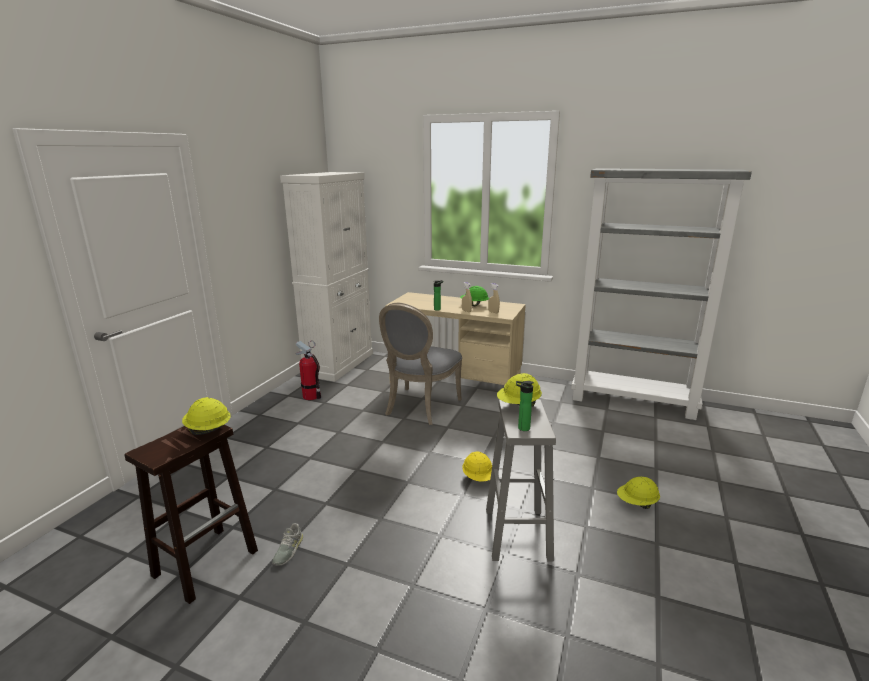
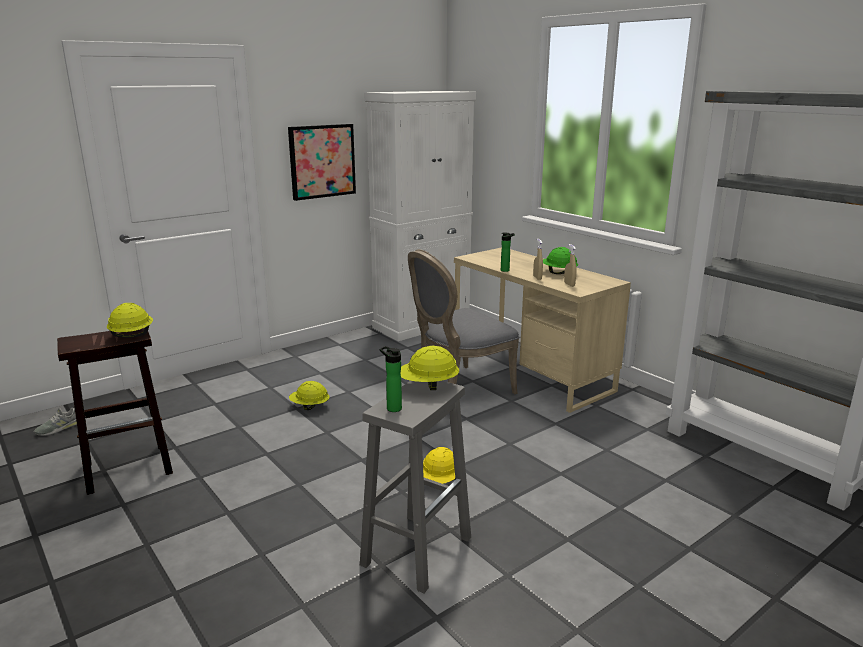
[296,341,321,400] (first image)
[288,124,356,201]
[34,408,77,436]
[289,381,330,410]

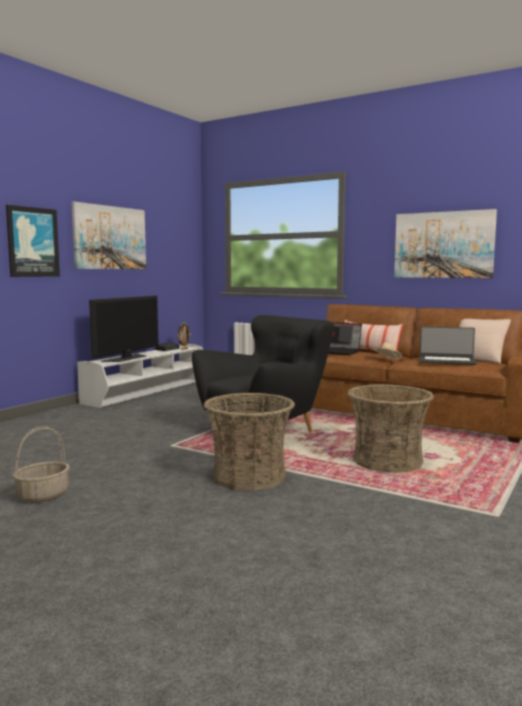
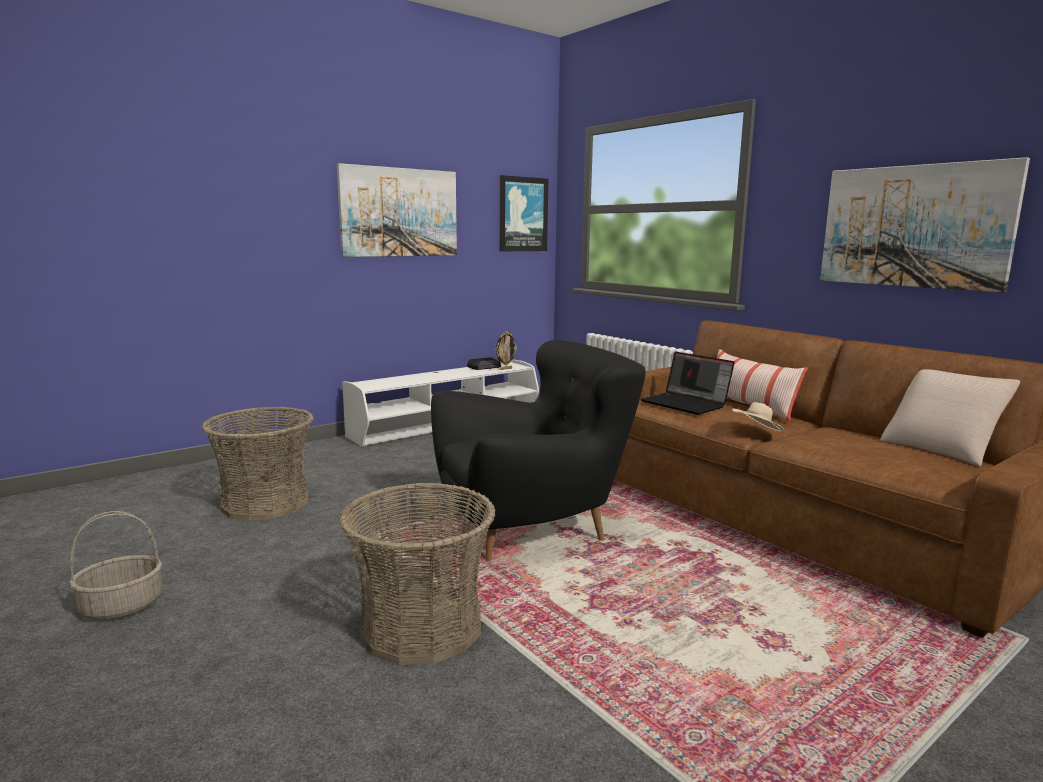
[89,296,159,362] (first image)
[420,326,477,365] (first image)
[500,175,548,251]
[202,407,314,521]

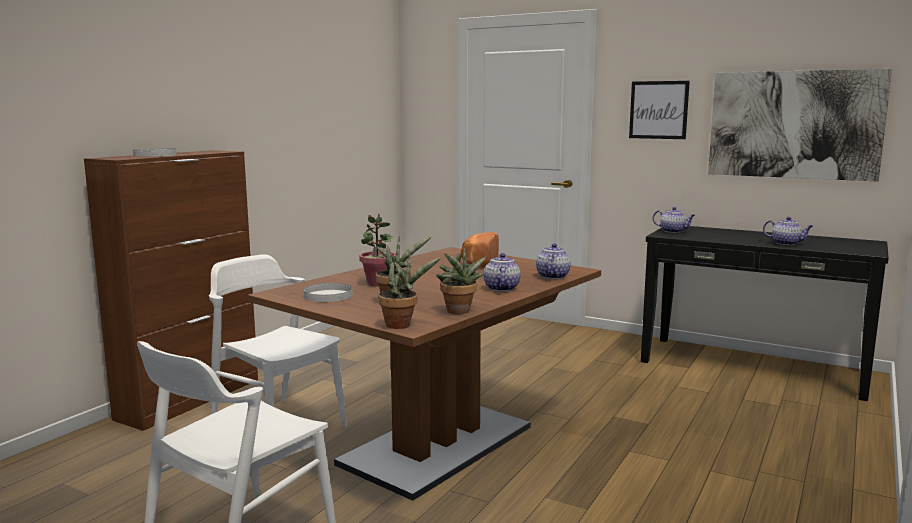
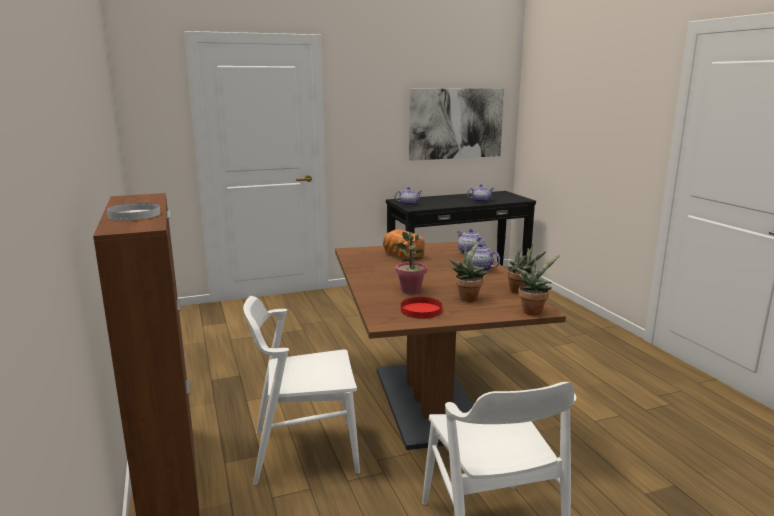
[629,81,690,139] (first image)
[401,297,442,319]

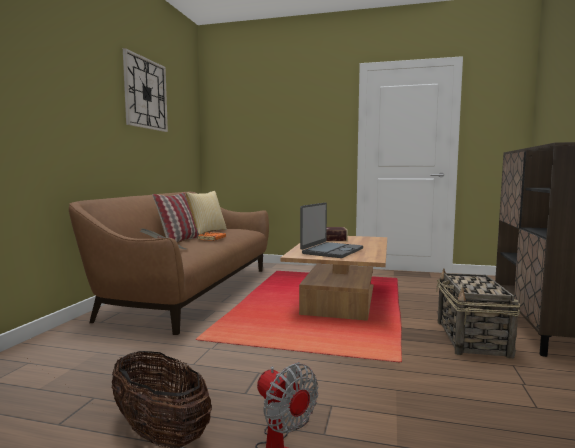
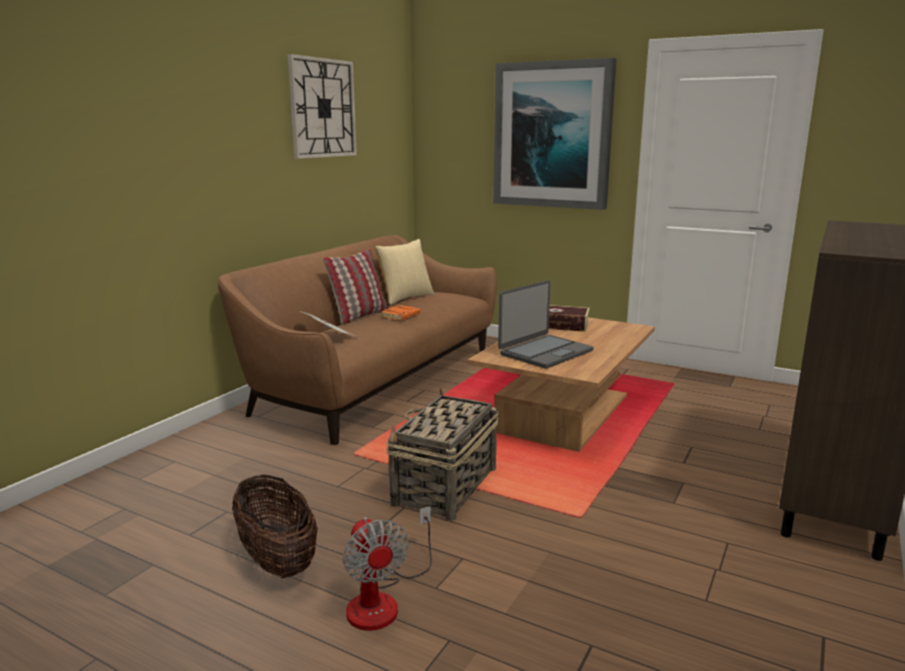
[493,58,617,210]
[386,388,499,521]

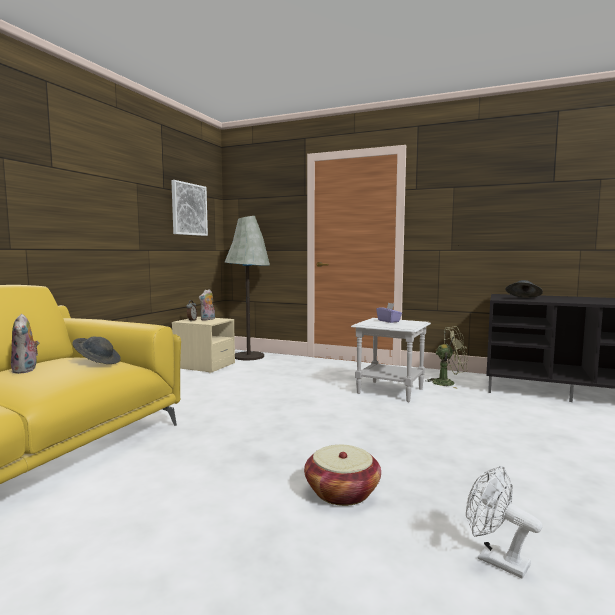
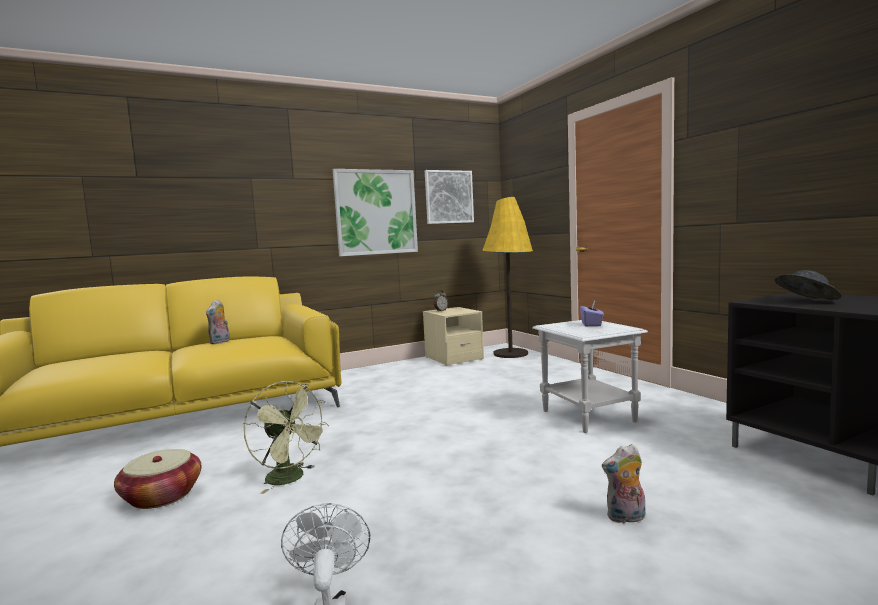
[72,337,121,364] (first image)
[333,169,418,256]
[602,444,645,524]
[114,449,202,509]
[244,381,329,494]
[483,197,533,358]

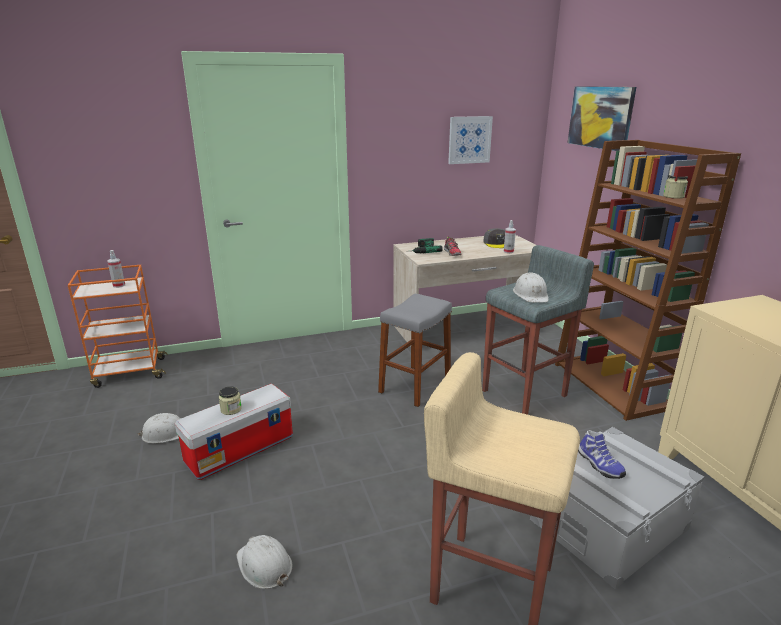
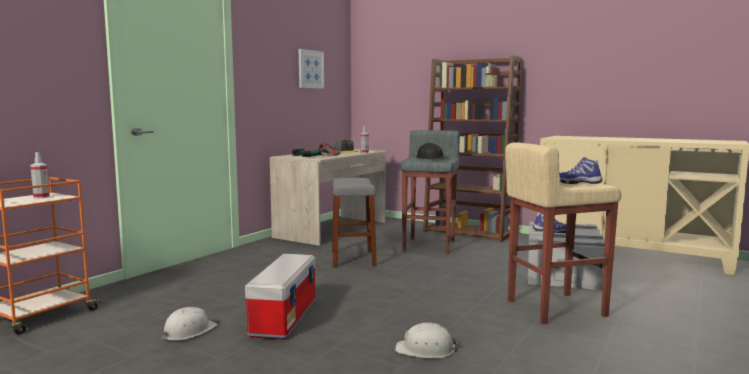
[219,386,242,415] (first image)
[568,86,636,151] (first image)
[560,157,602,184]
[416,143,447,160]

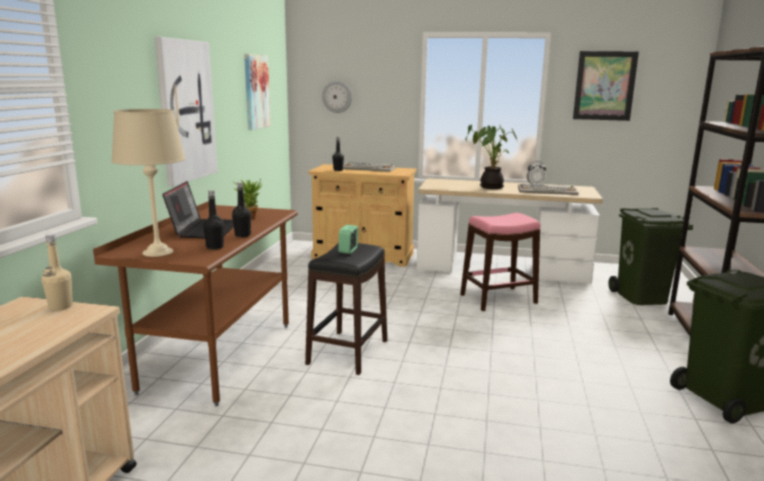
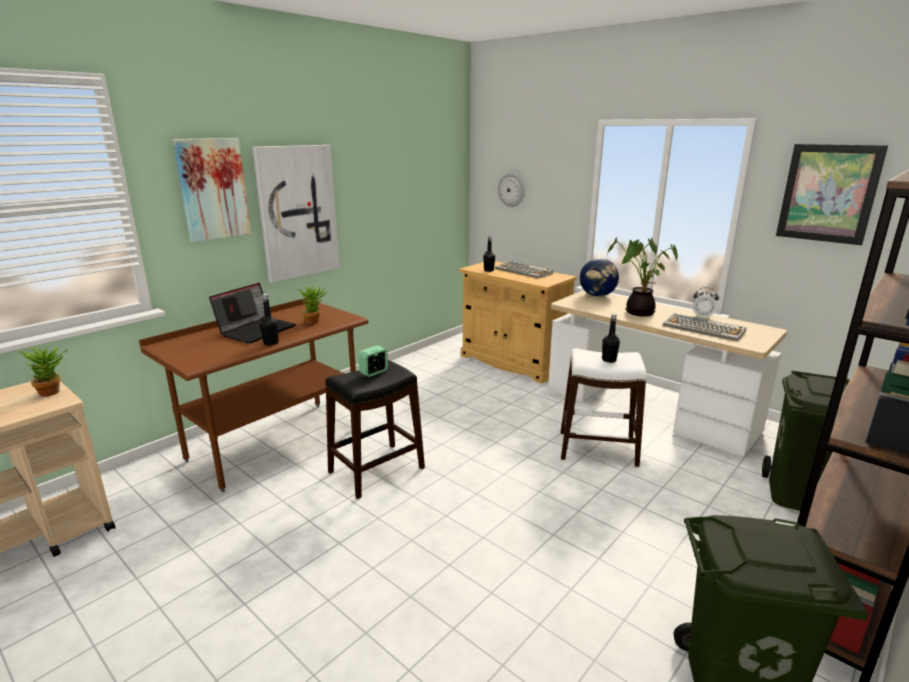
[111,109,185,257] (first image)
[580,258,619,297]
[602,314,620,363]
[173,138,251,242]
[20,346,68,397]
[561,348,647,467]

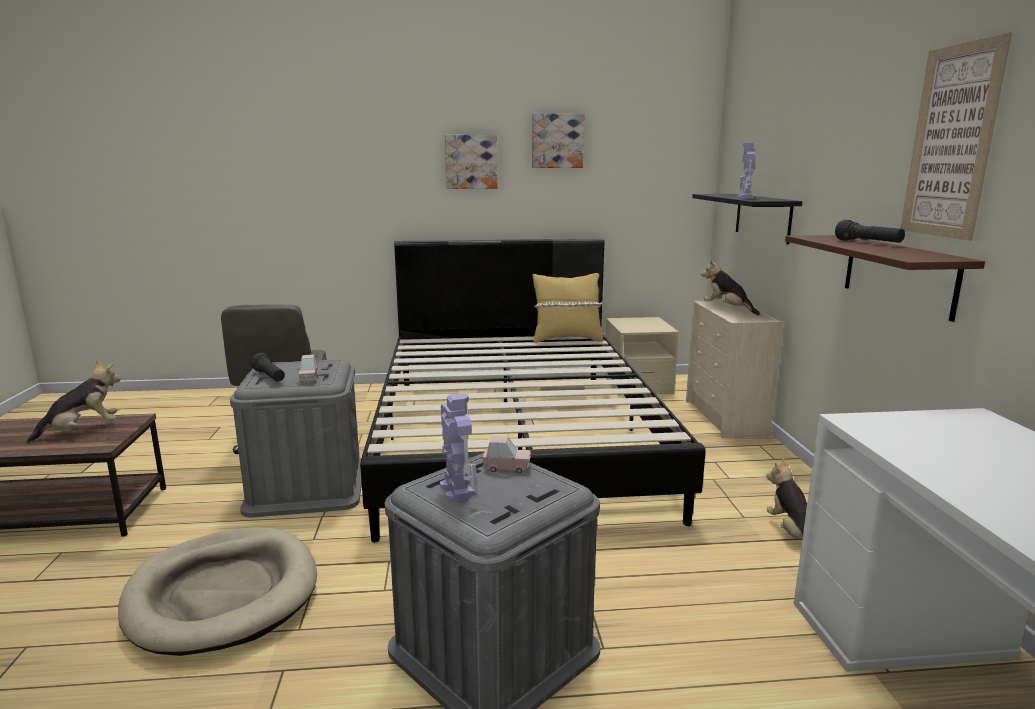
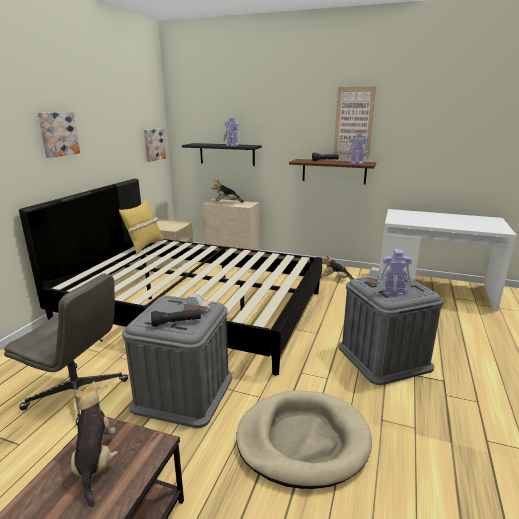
[347,133,369,164]
[144,128,166,162]

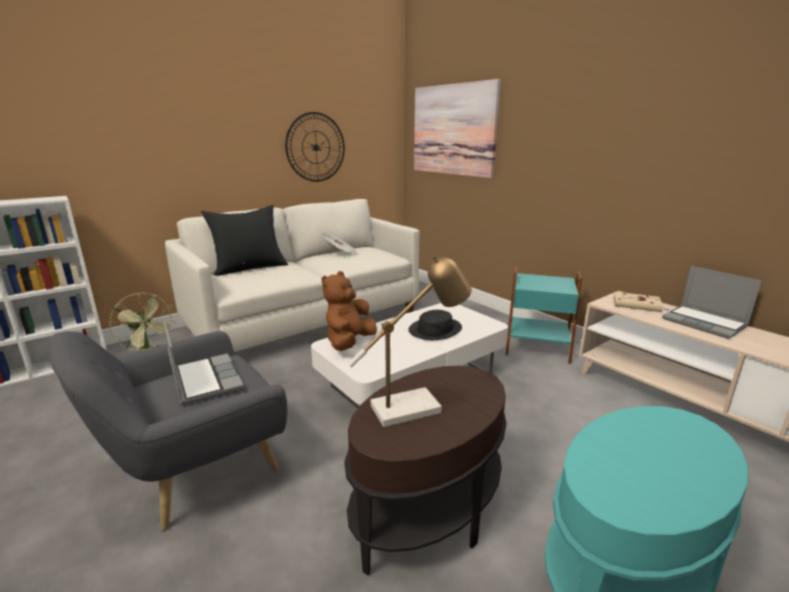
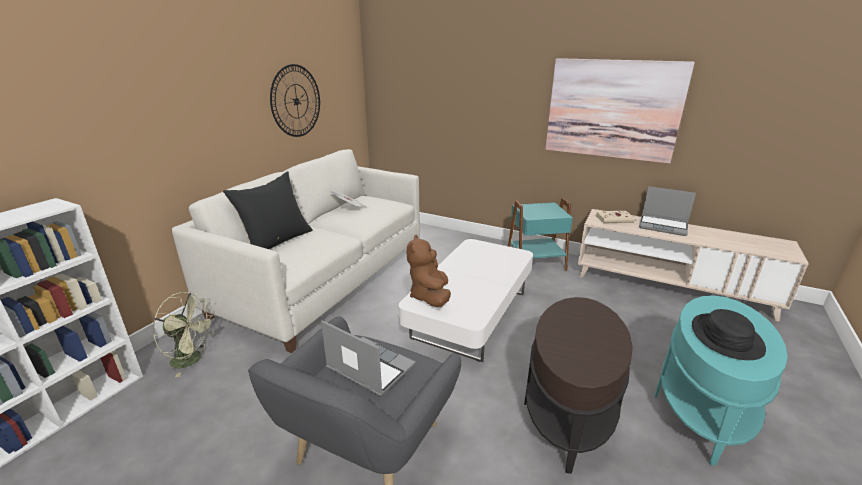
[348,256,472,427] (first image)
[692,309,766,360]
[545,58,695,164]

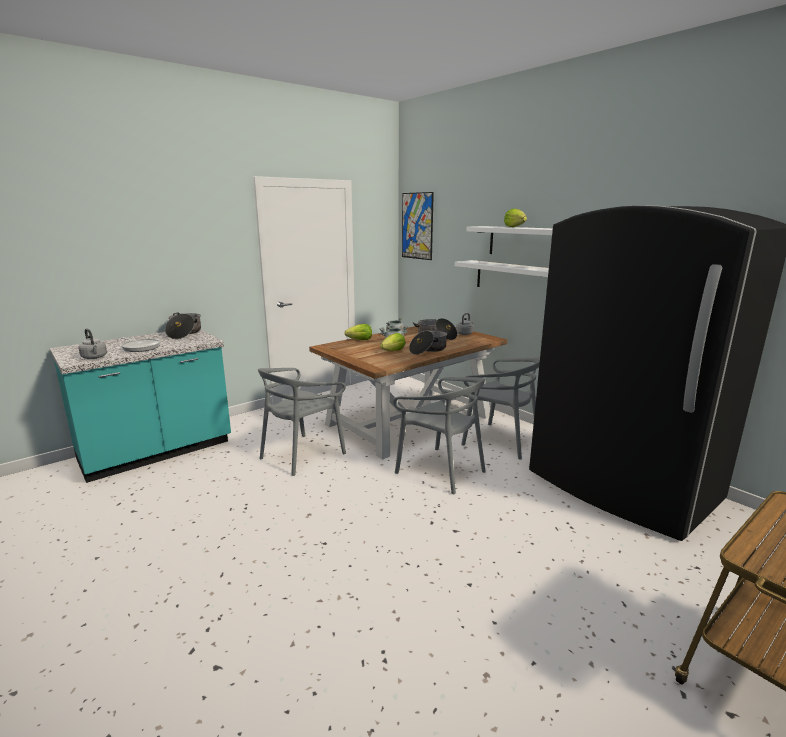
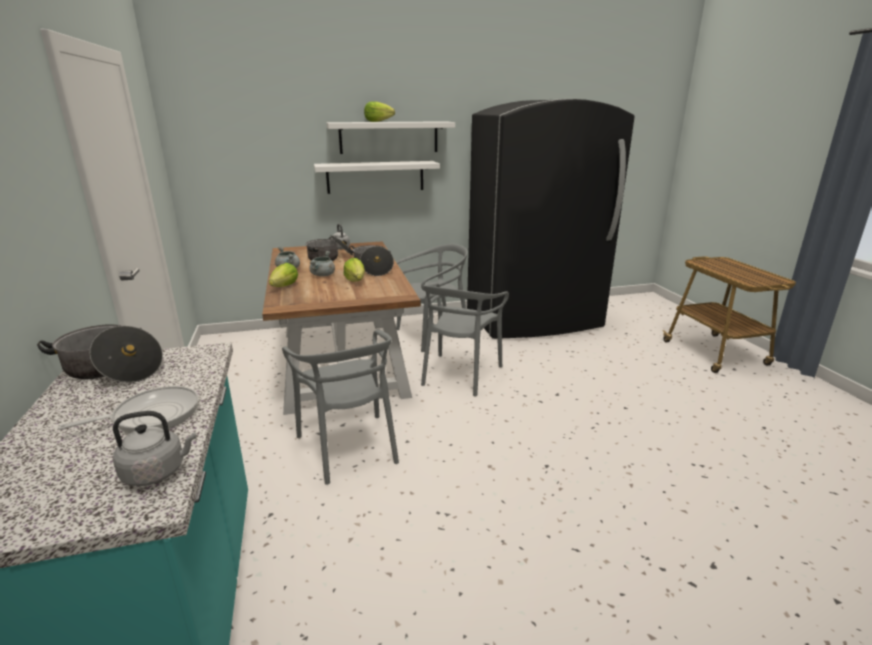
[402,192,434,260] (first image)
[421,283,509,396]

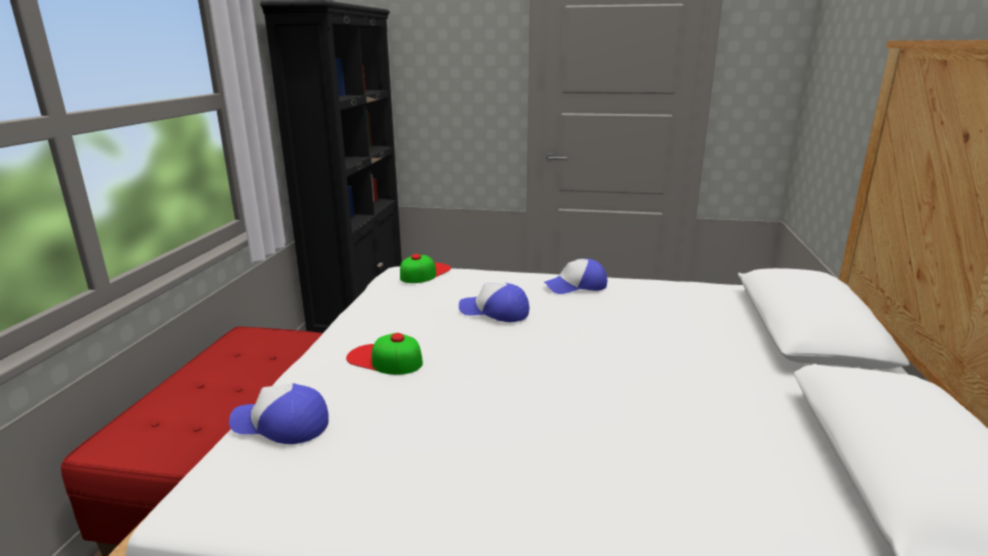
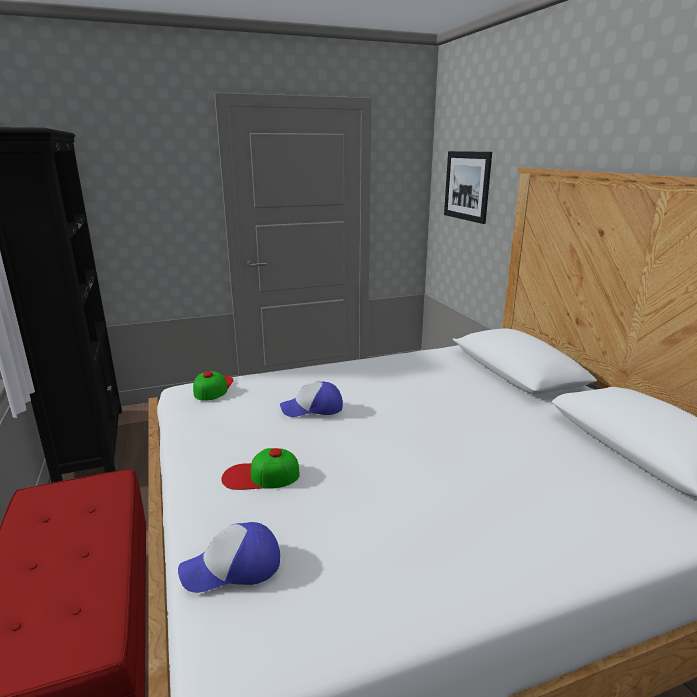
[544,259,607,294] (first image)
[444,151,492,224]

